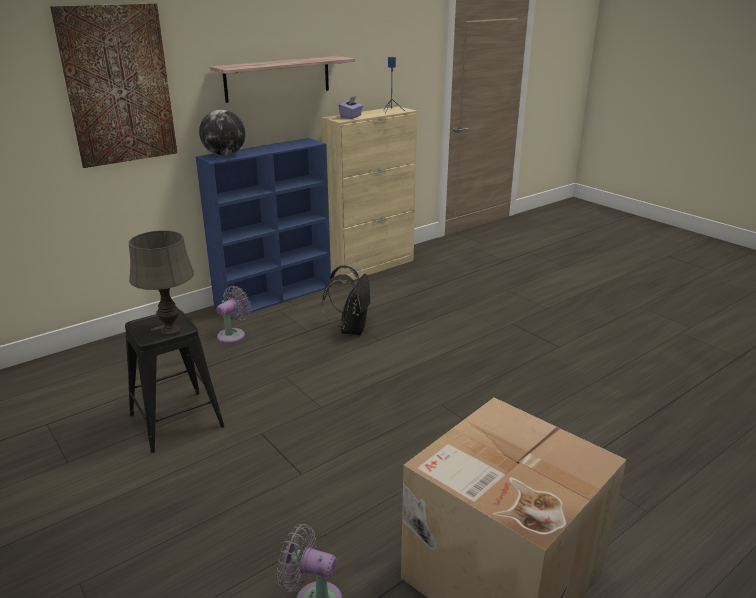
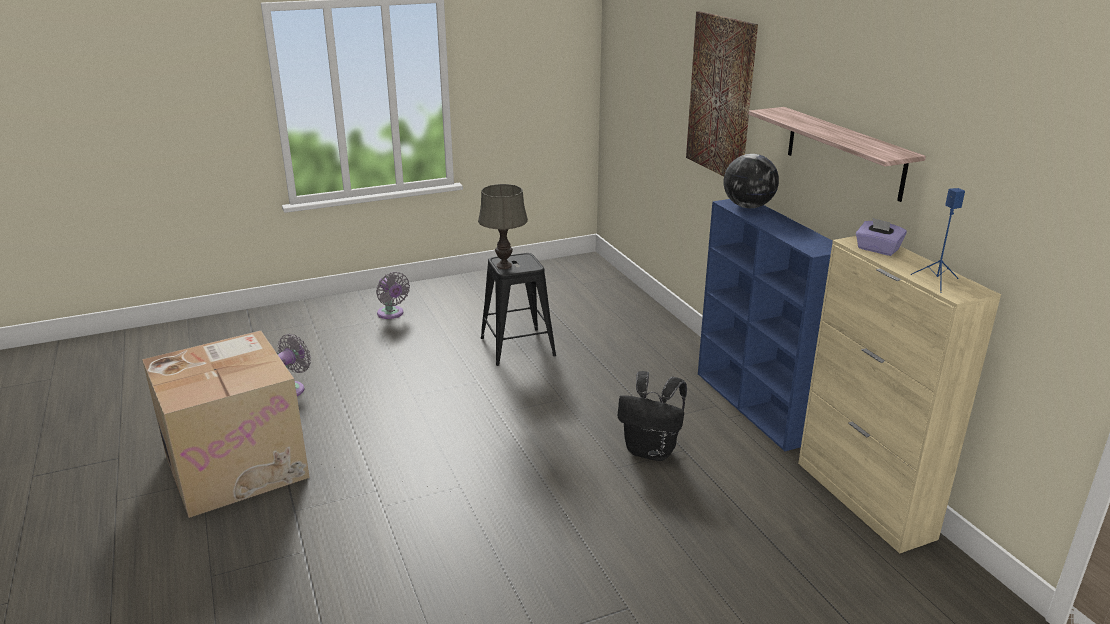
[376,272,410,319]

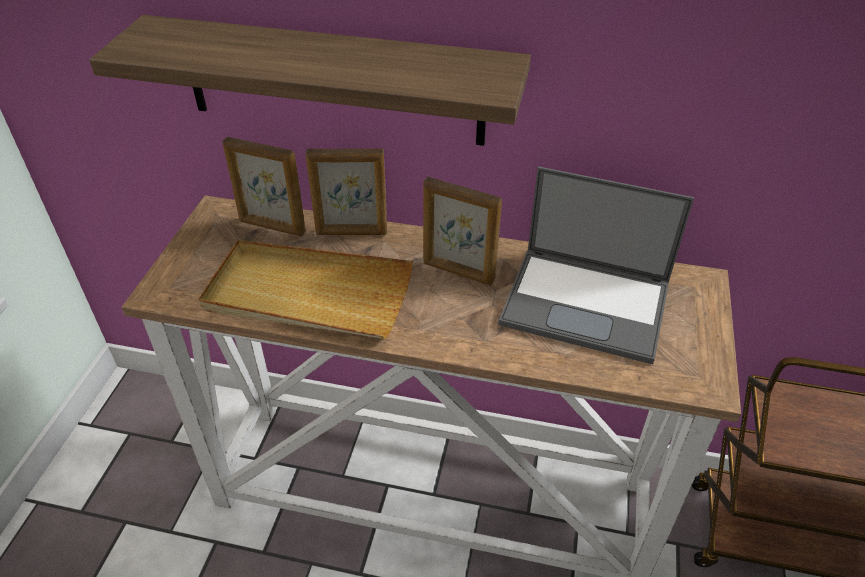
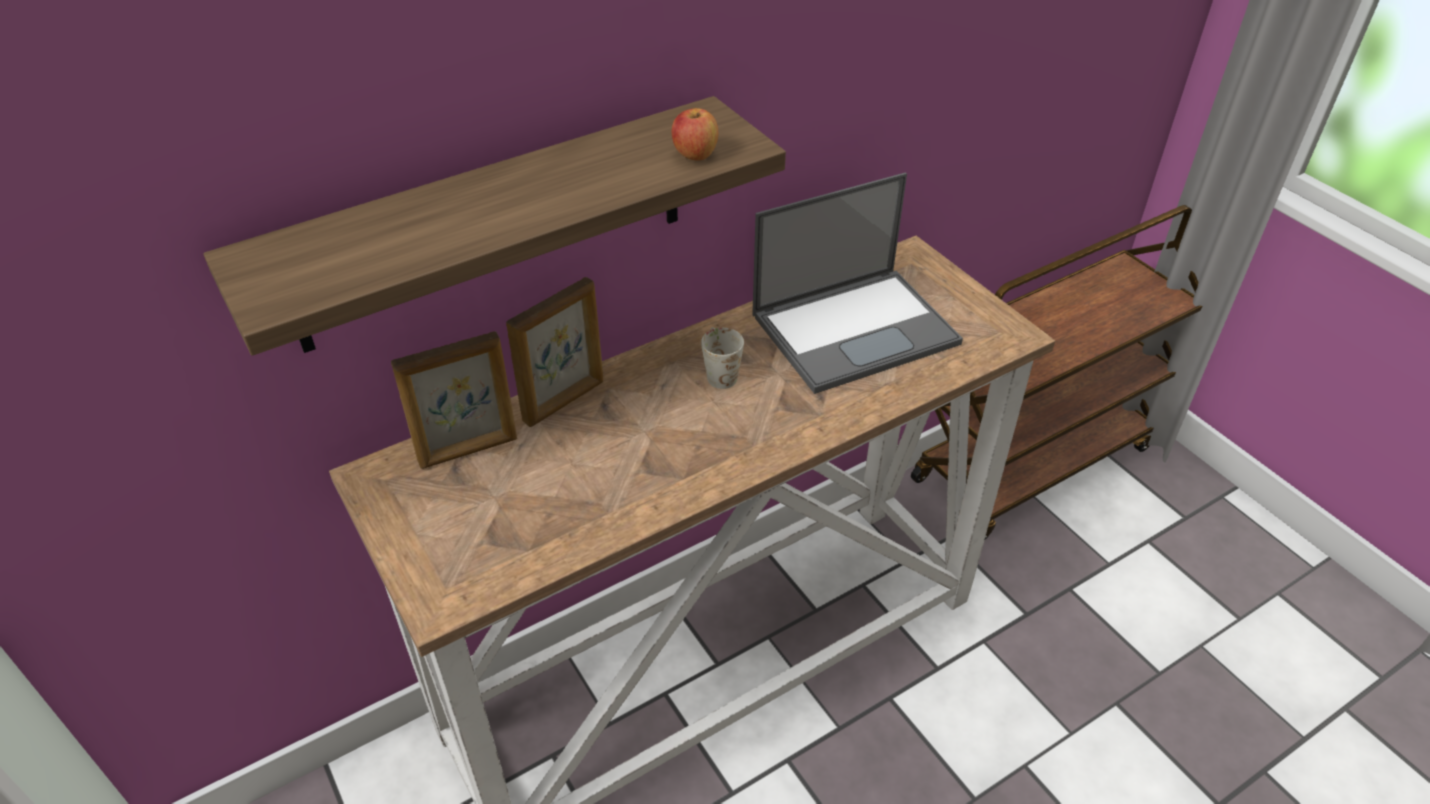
[198,240,413,339] (first image)
[672,108,718,161]
[701,327,744,389]

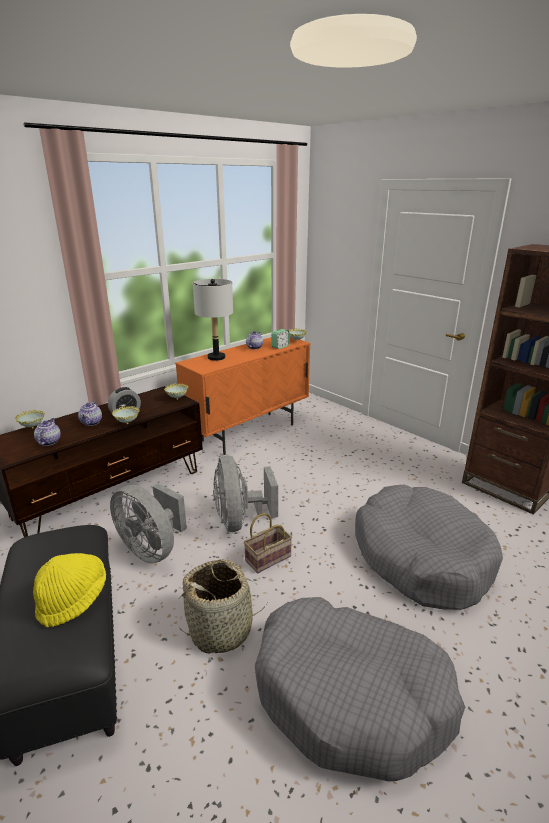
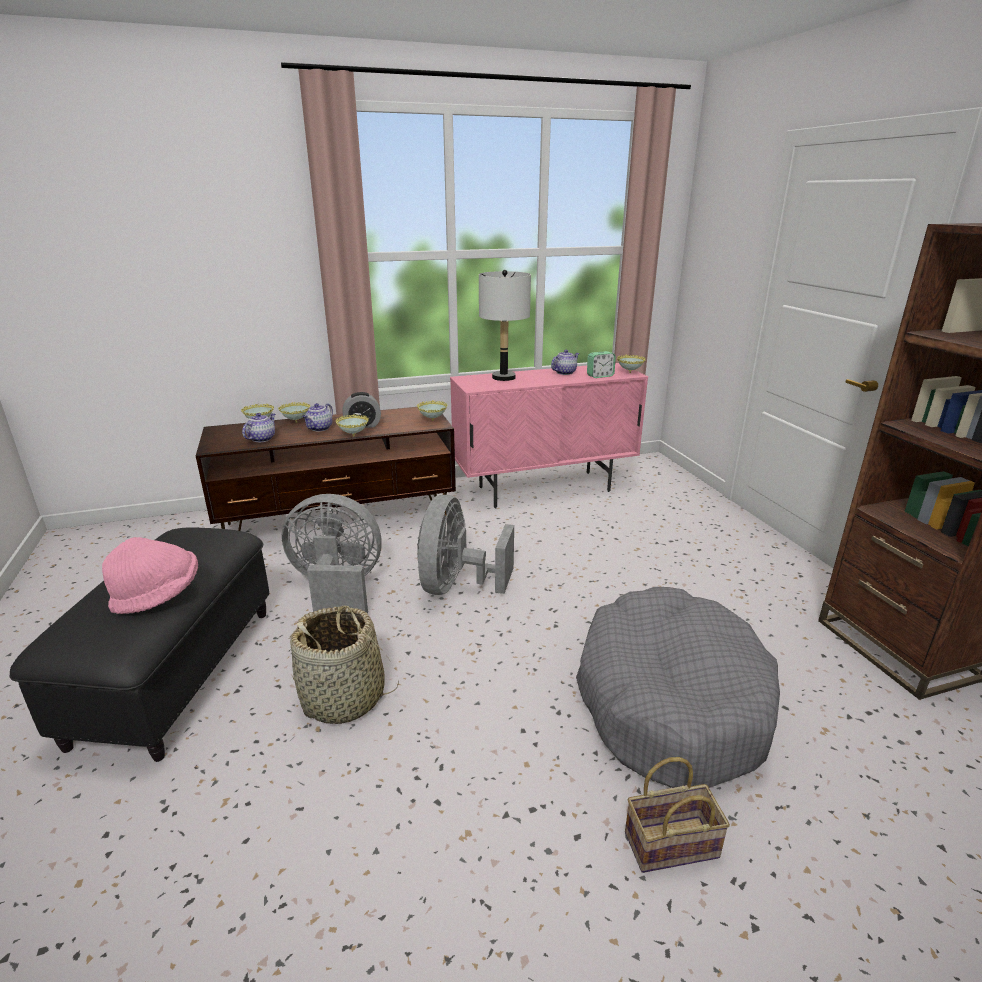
[255,597,465,782] (first image)
[278,402,310,423]
[625,757,730,873]
[102,537,198,614]
[450,363,648,508]
[282,494,382,614]

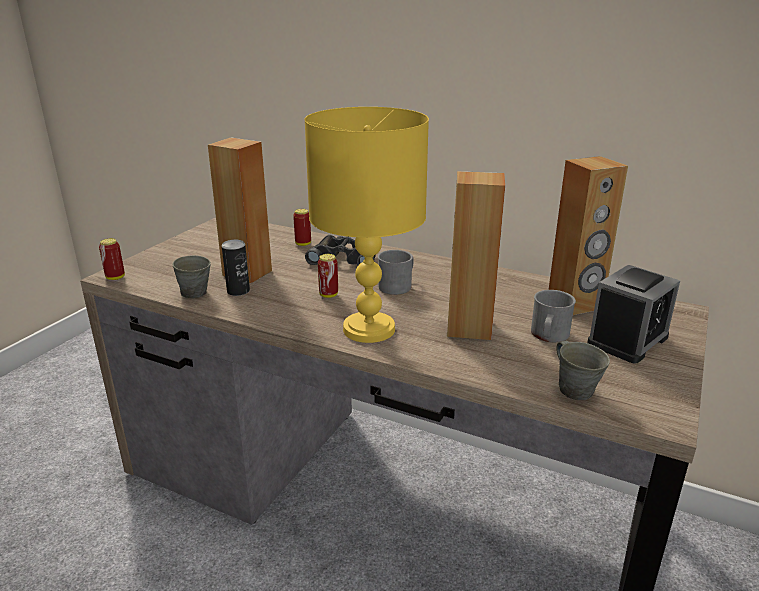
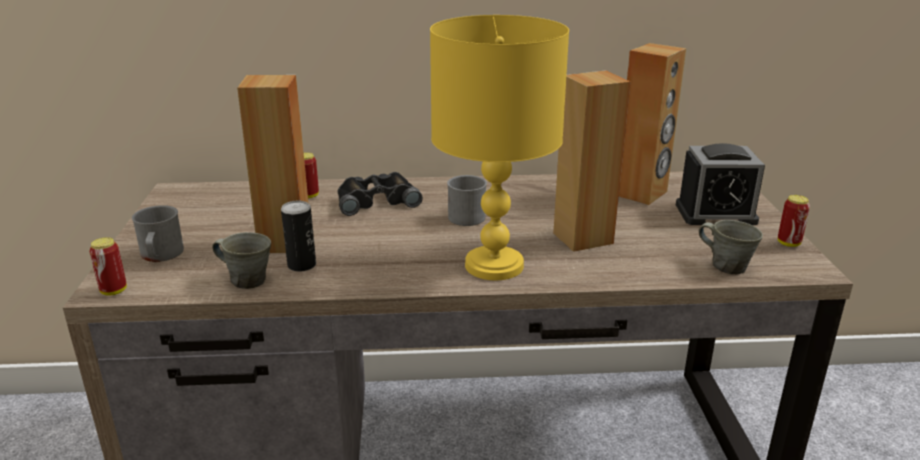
[778,195,810,247]
[132,205,184,262]
[676,143,765,225]

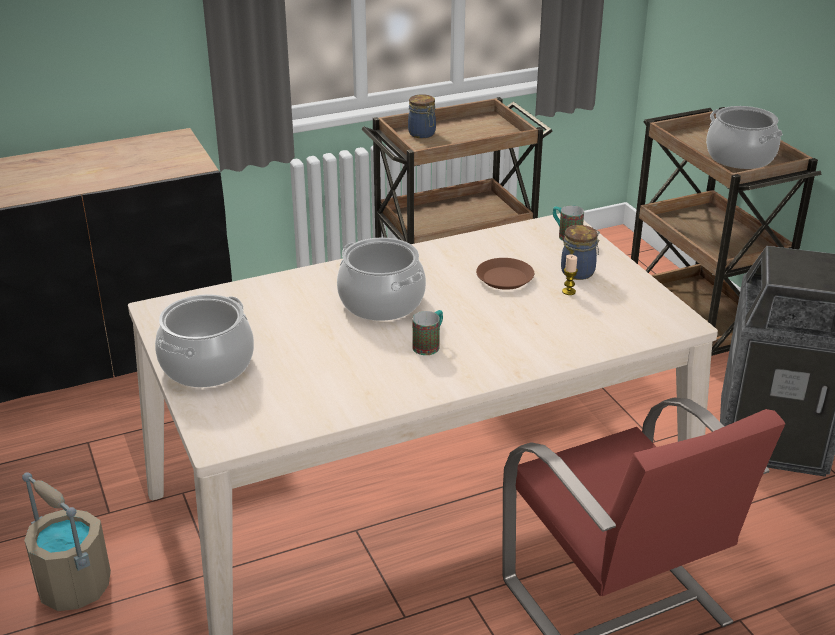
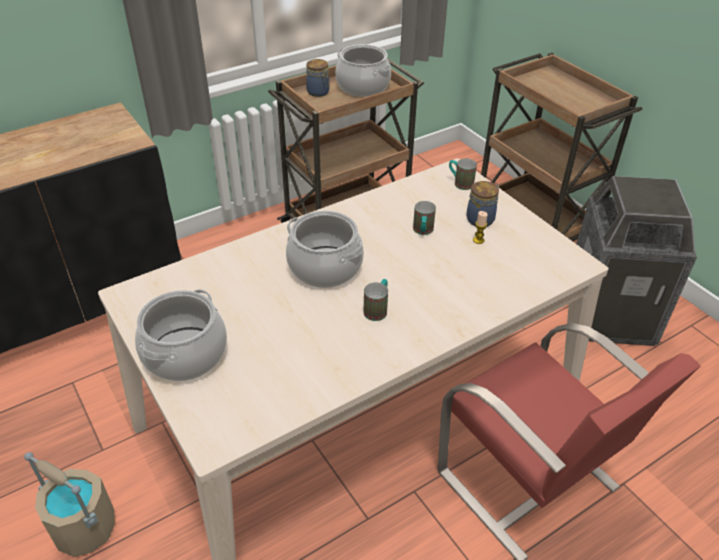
[336,44,391,97]
[413,201,436,235]

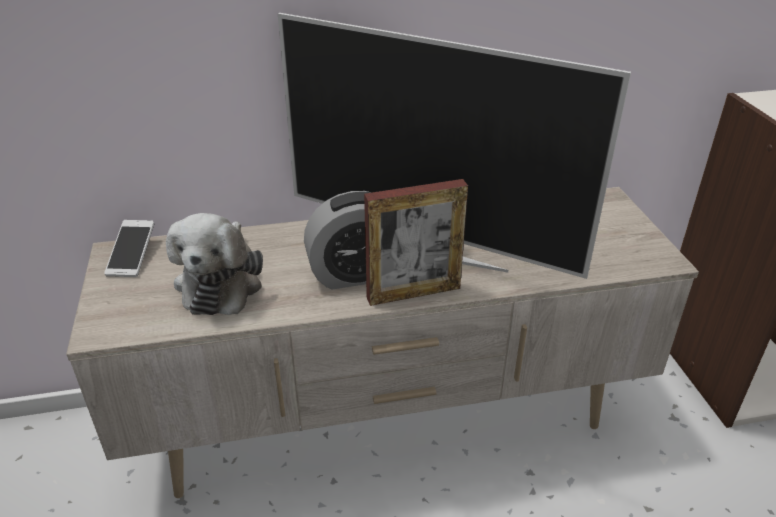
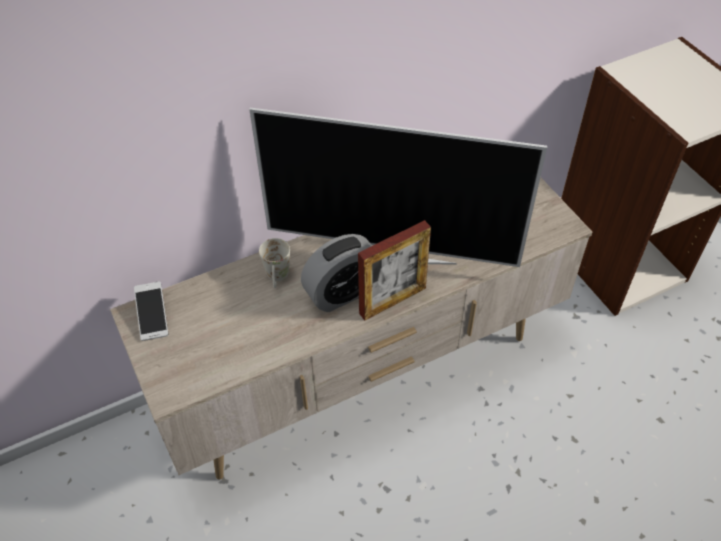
[166,213,263,315] (first image)
[259,238,290,288]

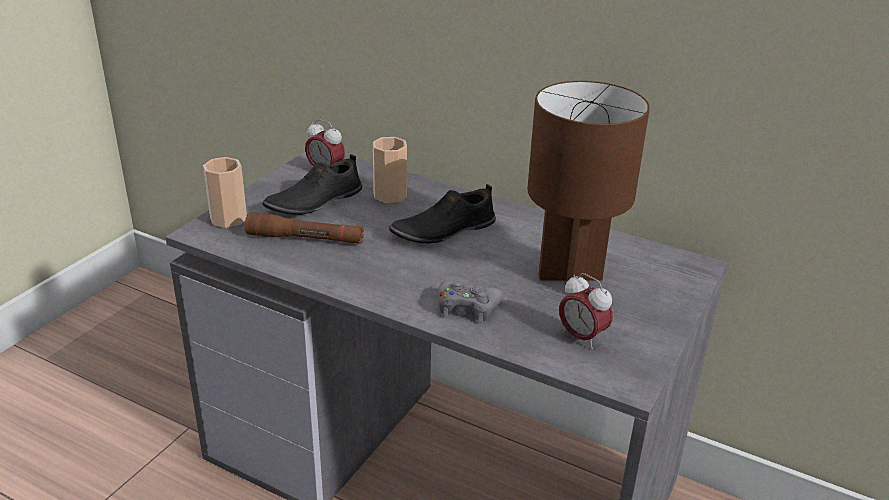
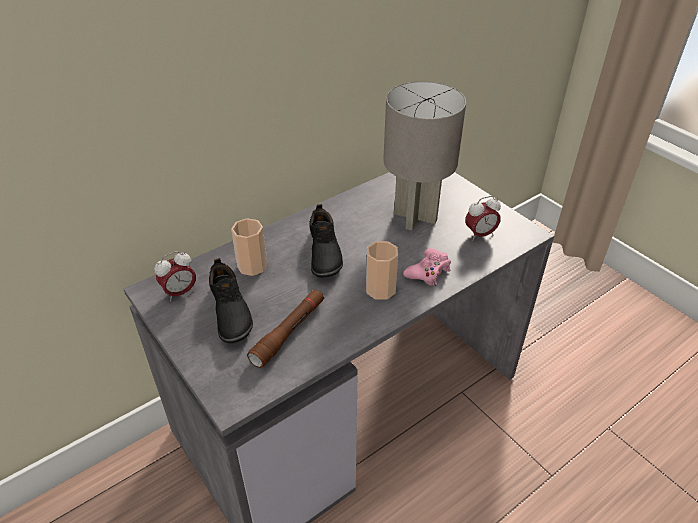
[366,241,398,300]
[403,248,451,286]
[383,81,466,230]

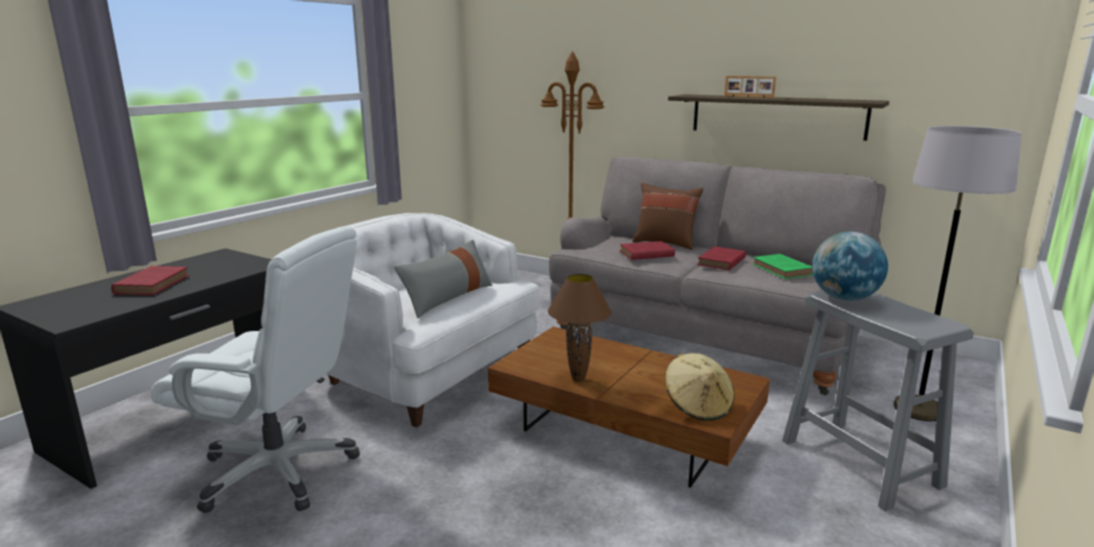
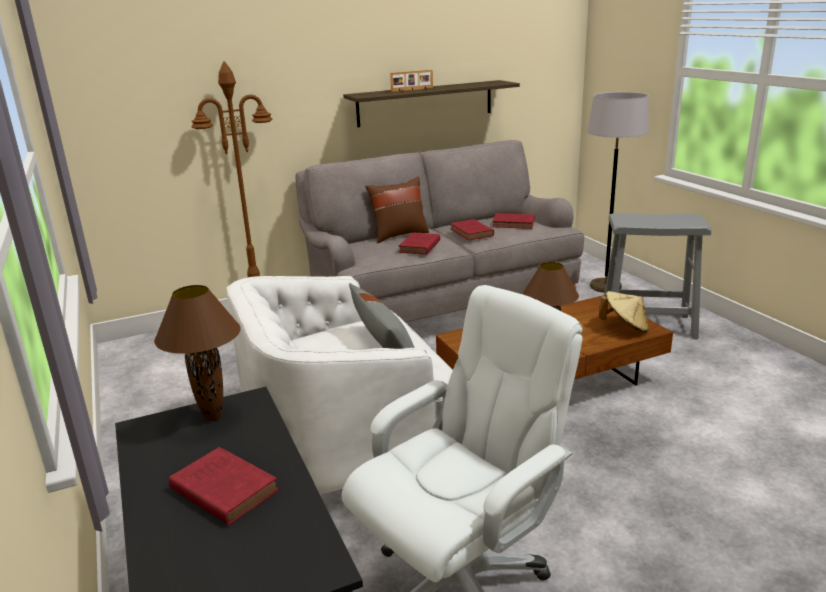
[812,231,888,301] (first image)
[154,285,241,421]
[492,213,535,229]

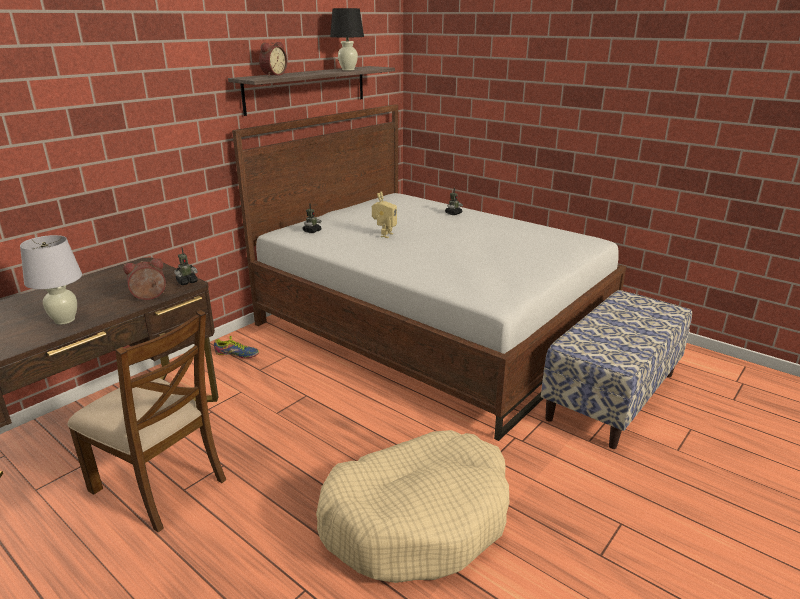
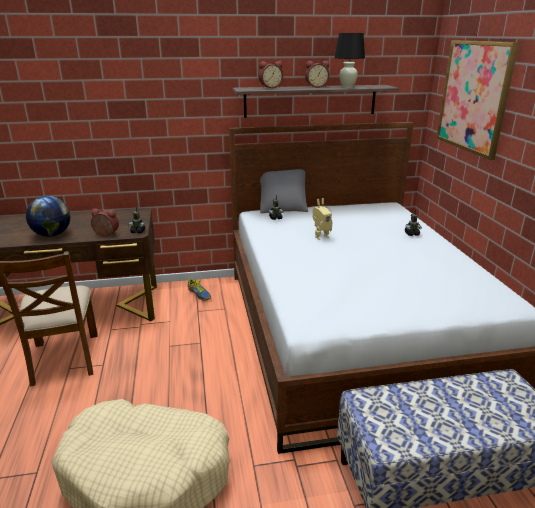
[260,169,308,213]
[305,61,329,88]
[436,40,519,160]
[26,196,71,237]

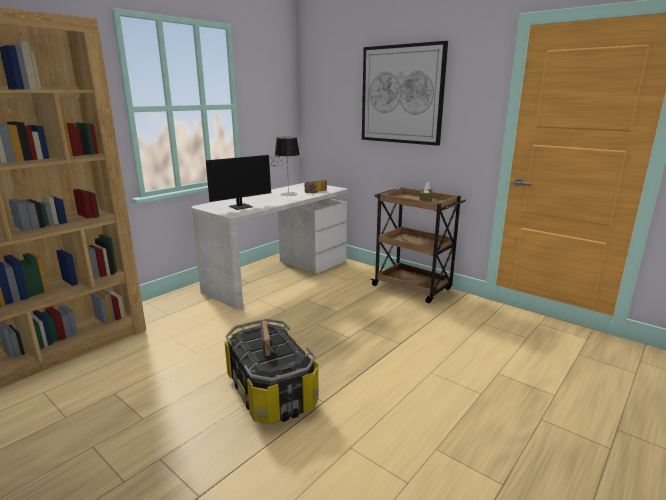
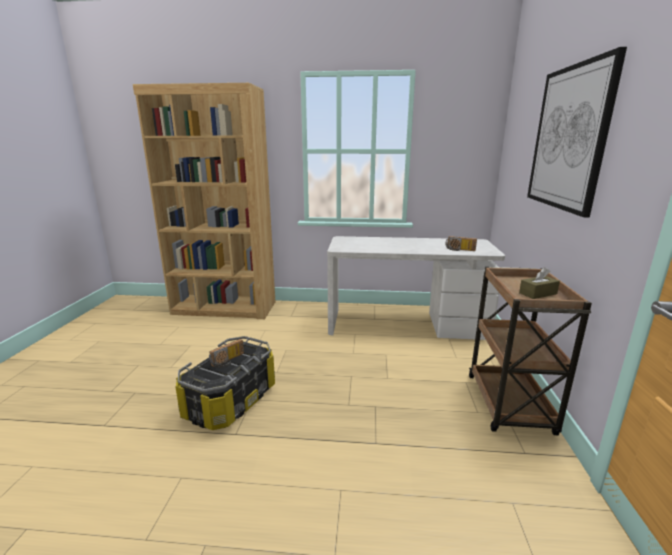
[206,155,287,210] (first image)
[275,137,300,196] (first image)

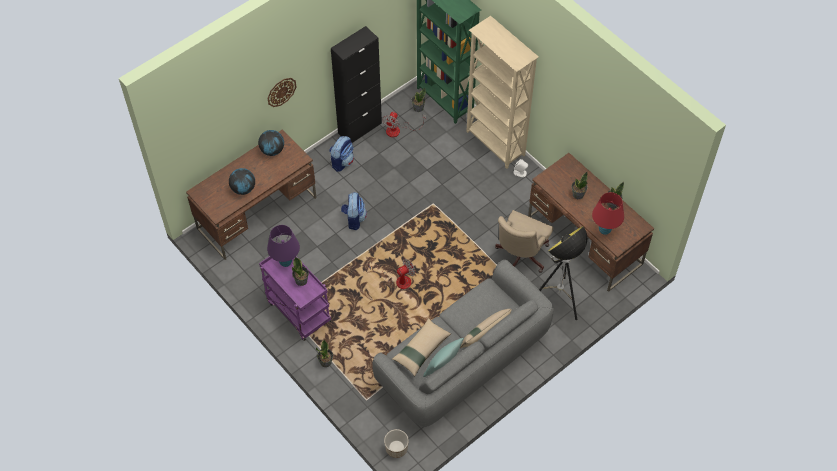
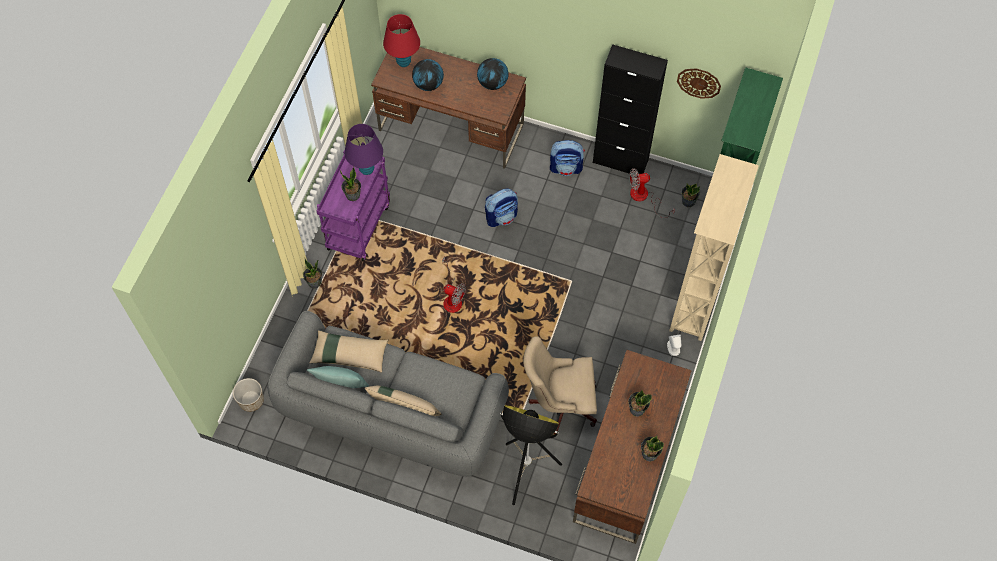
[677,69,721,99]
[383,14,420,67]

